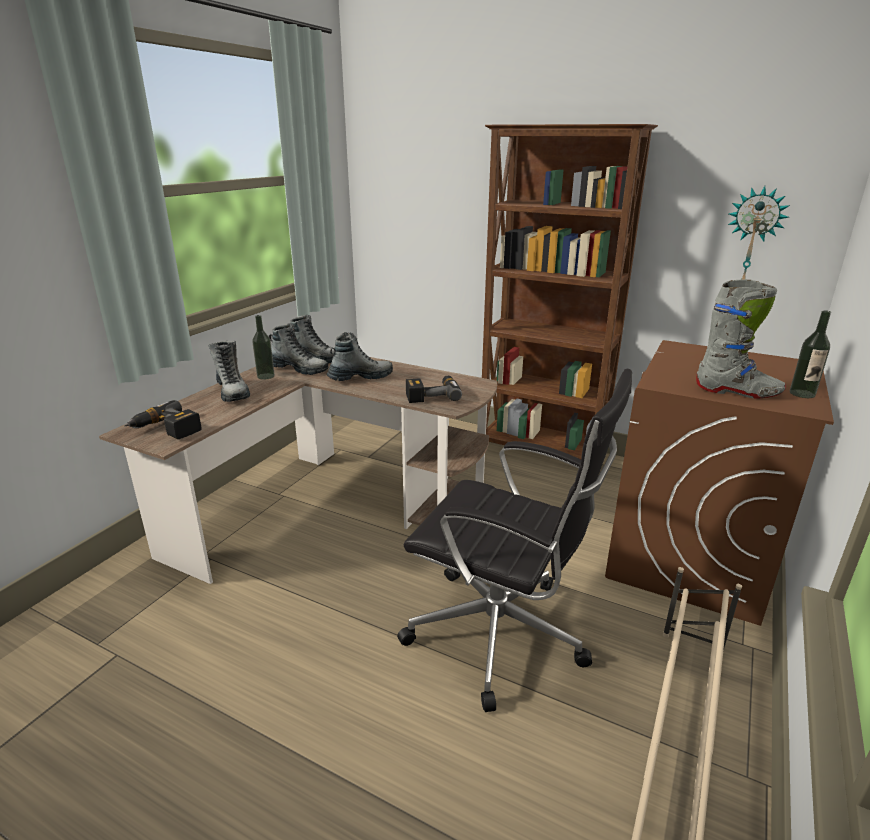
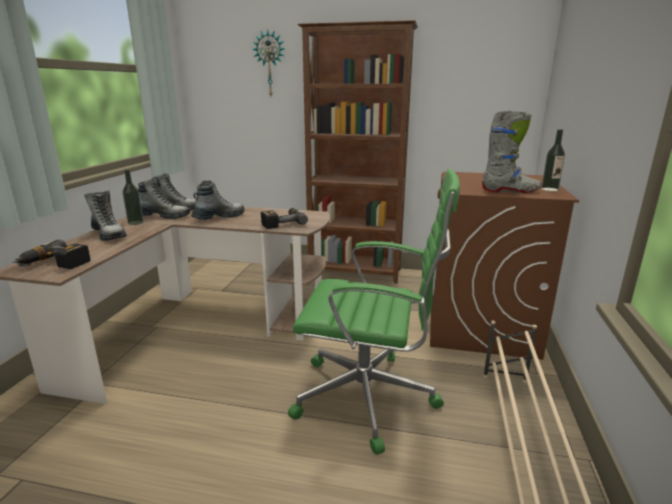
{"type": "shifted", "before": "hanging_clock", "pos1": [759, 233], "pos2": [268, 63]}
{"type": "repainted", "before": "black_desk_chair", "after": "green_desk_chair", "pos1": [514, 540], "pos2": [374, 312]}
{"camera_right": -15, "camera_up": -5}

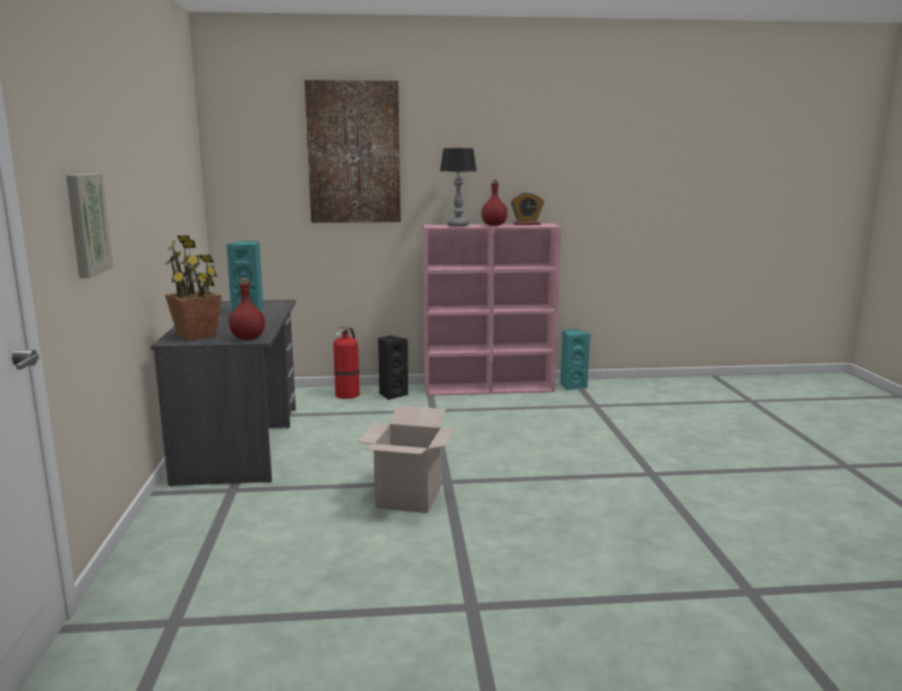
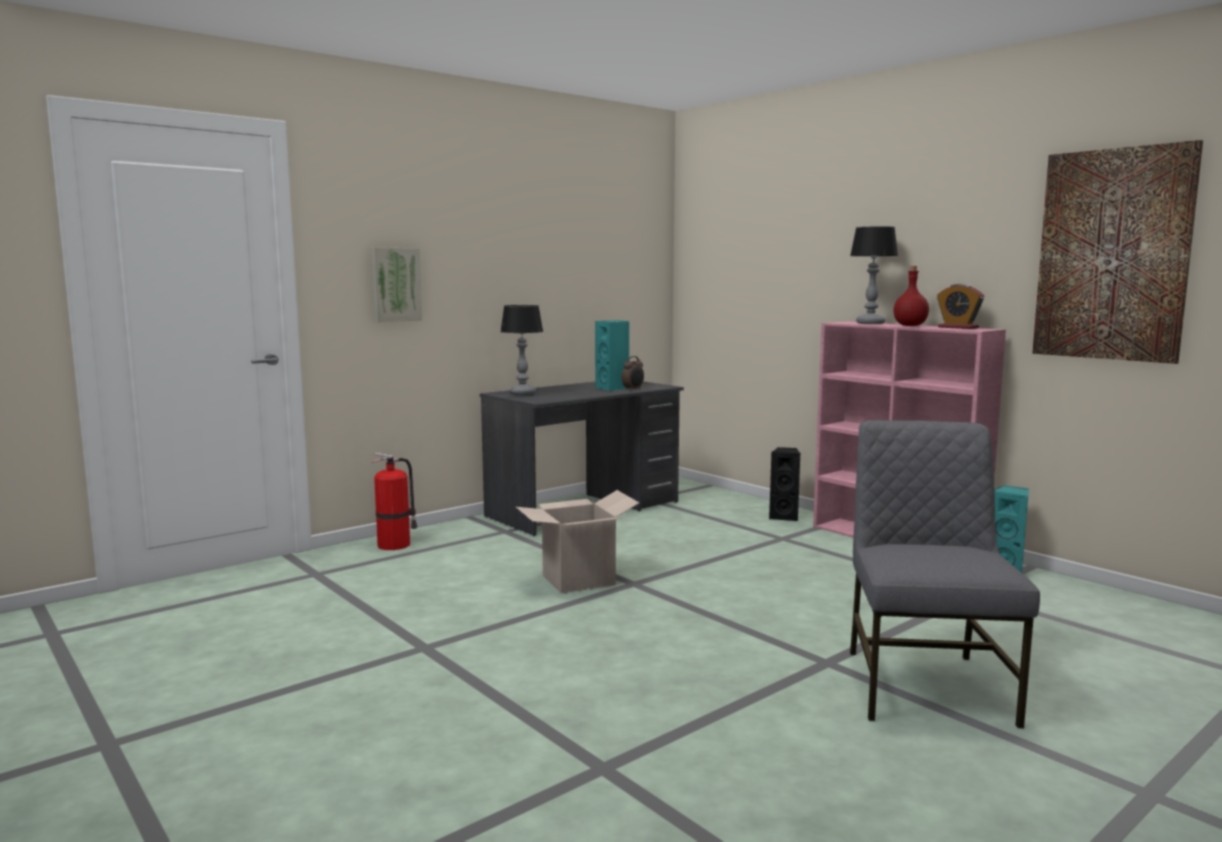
{"type": "gone", "before": "reddish_beverage_bottle", "pos1": [247, 309]}
{"type": "new", "after": "alarm_clock", "pos2": [633, 373]}
{"type": "new", "after": "greyish_upright_chair", "pos2": [945, 574]}
{"type": "shifted", "before": "wall_picture", "pos1": [352, 151], "pos2": [1117, 252]}
{"type": "shifted", "before": "fire-fighting_cylinder", "pos1": [346, 363], "pos2": [395, 501]}
{"type": "swapped", "before": "potted_plant", "after": "tabletop_lamp", "pos1": [193, 288], "pos2": [521, 350]}
{"camera_right": 55, "camera_up": -5}

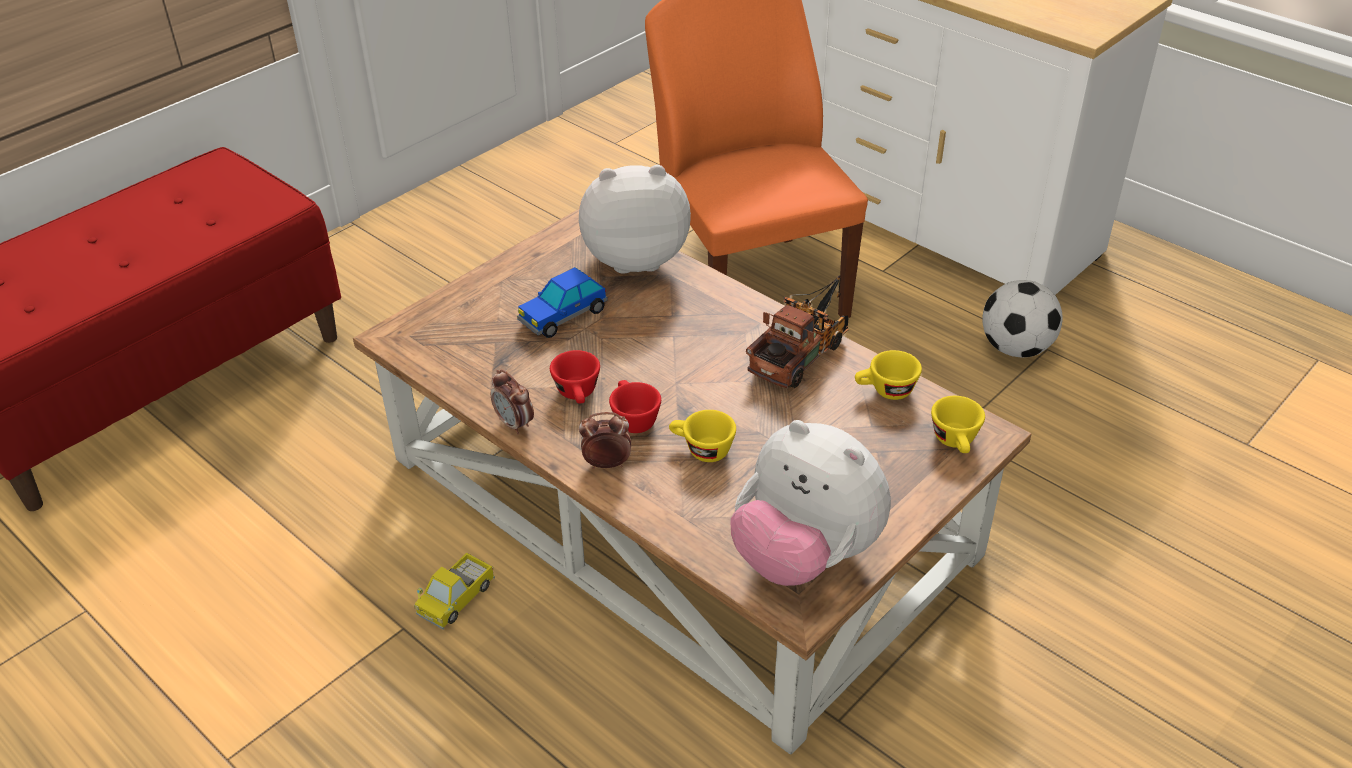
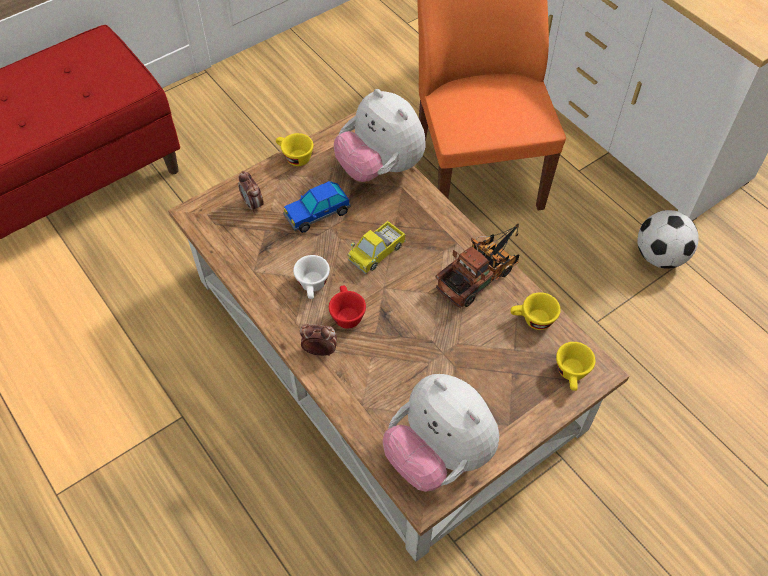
{"type": "shifted", "before": "model_truck", "pos1": [454, 591], "pos2": [377, 247]}
{"type": "shifted", "before": "alarm_clock", "pos1": [512, 402], "pos2": [251, 192]}
{"type": "shifted", "before": "yellowish_cup", "pos1": [702, 436], "pos2": [294, 149]}
{"type": "repainted", "before": "reddish_cup", "after": "white_cup", "pos1": [575, 376], "pos2": [311, 277]}
{"type": "rotated", "before": "cuddly_toy", "pos1": [635, 219], "pos2": [380, 135], "turn": -135}
{"camera_right": 10, "camera_up": 15}

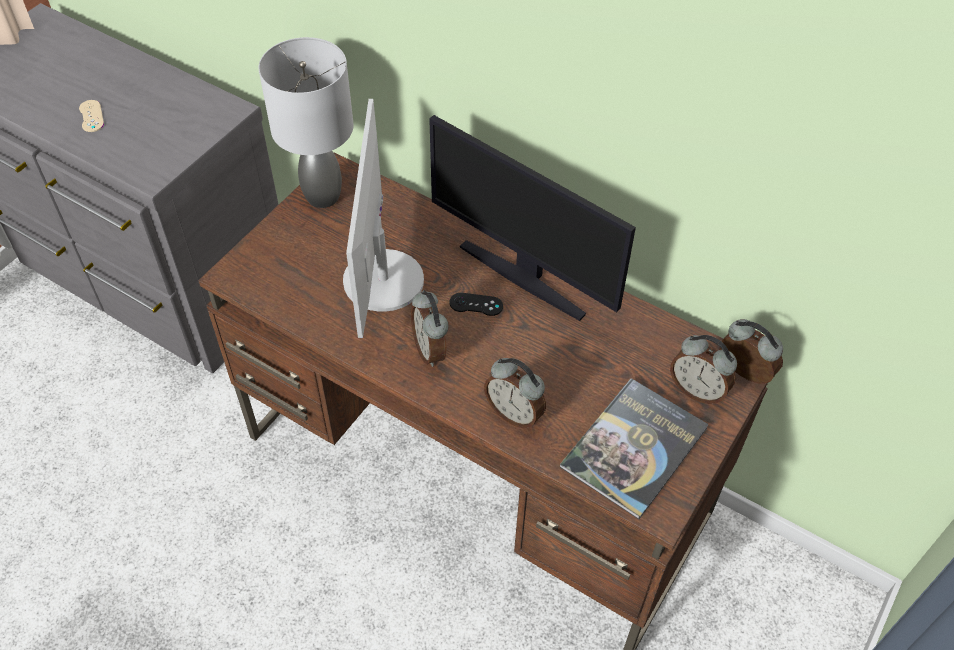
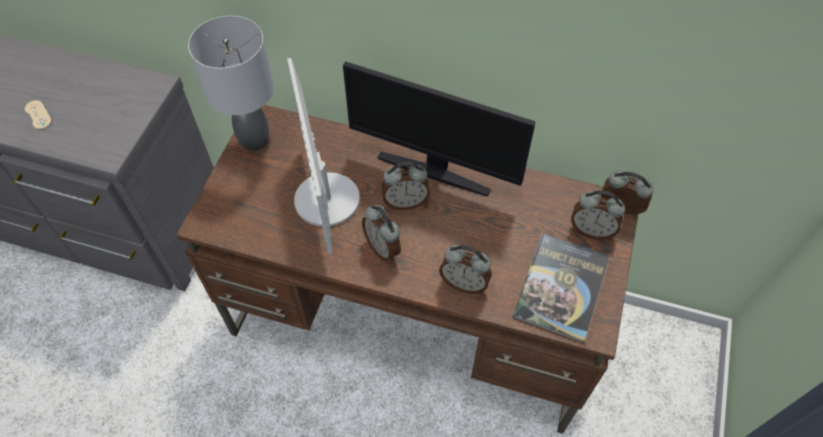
{"type": "swapped", "before": "black_gamepad", "after": "alarm_clock", "pos1": [476, 304], "pos2": [406, 186]}
{"camera_right": -15, "camera_up": 5}

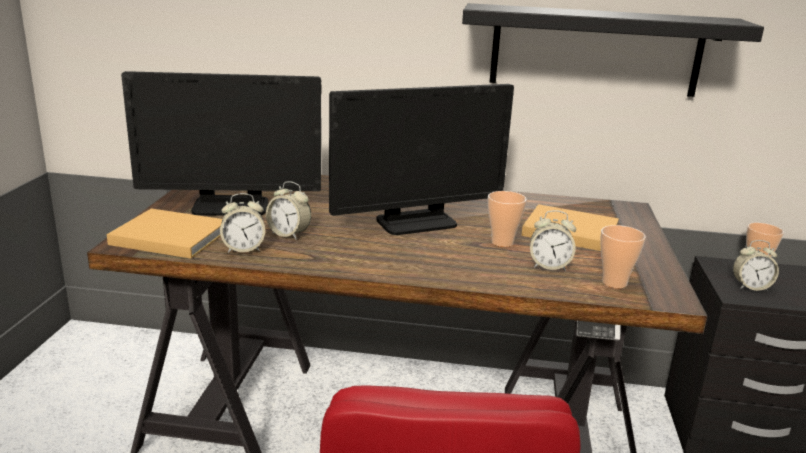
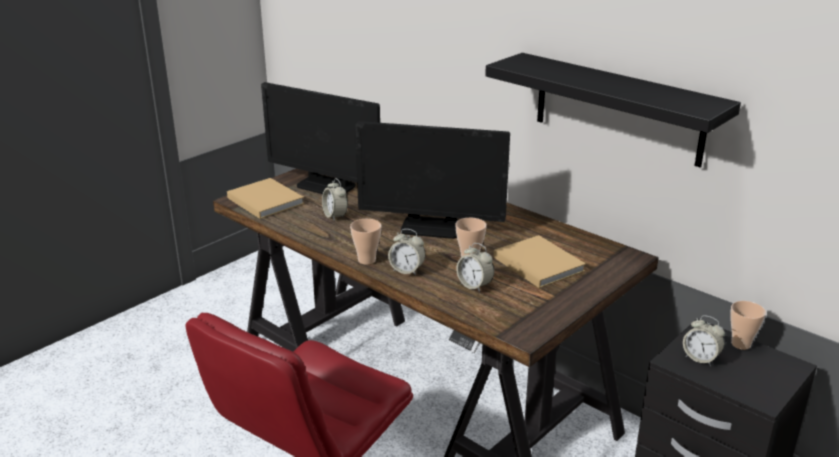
{"type": "shifted", "before": "alarm_clock", "pos1": [242, 223], "pos2": [406, 252]}
{"type": "shifted", "before": "cup", "pos1": [623, 256], "pos2": [365, 242]}
{"camera_right": 35, "camera_up": 5}

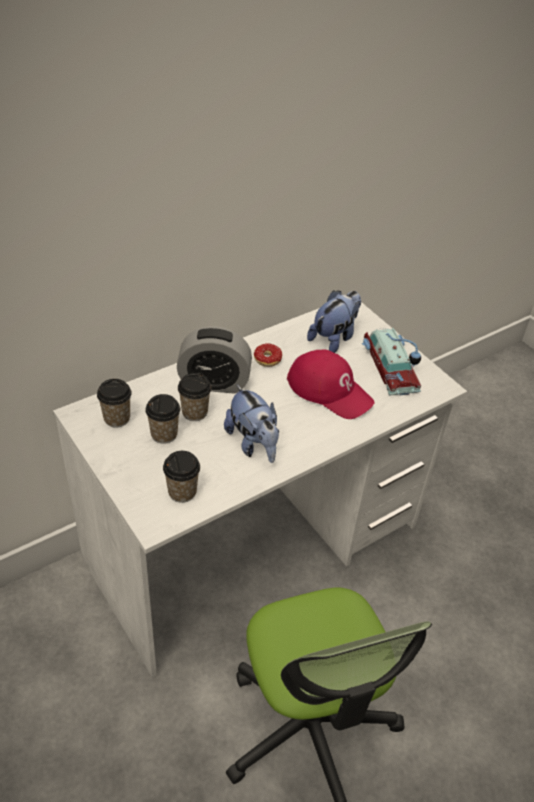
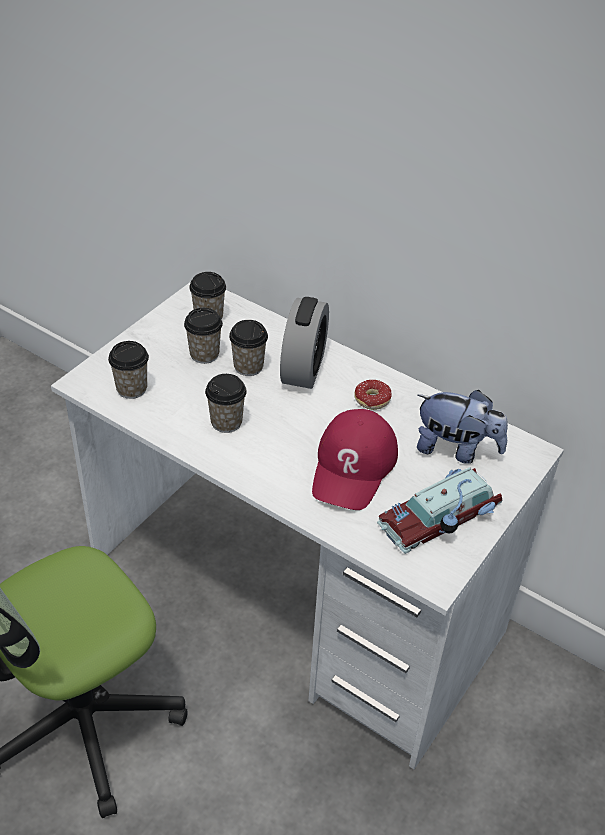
{"type": "swapped", "before": "cuddly_toy", "after": "cup", "pos1": [251, 424], "pos2": [226, 403]}
{"type": "rotated", "before": "alarm_clock", "pos1": [214, 360], "pos2": [304, 343], "turn": -150}
{"camera_right": 70, "camera_up": 0}

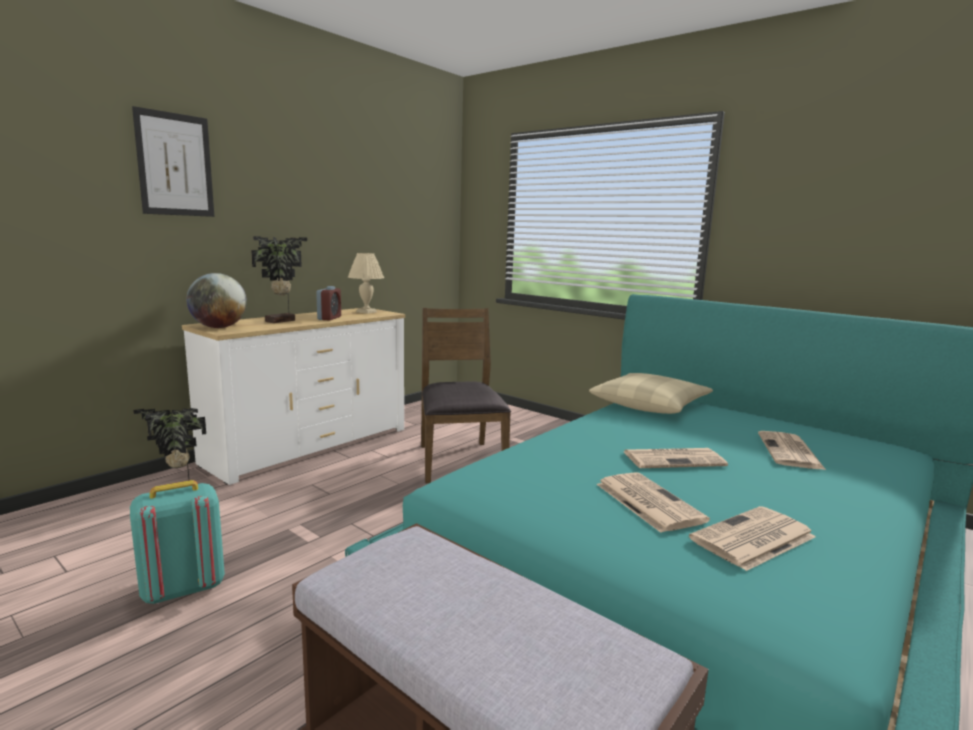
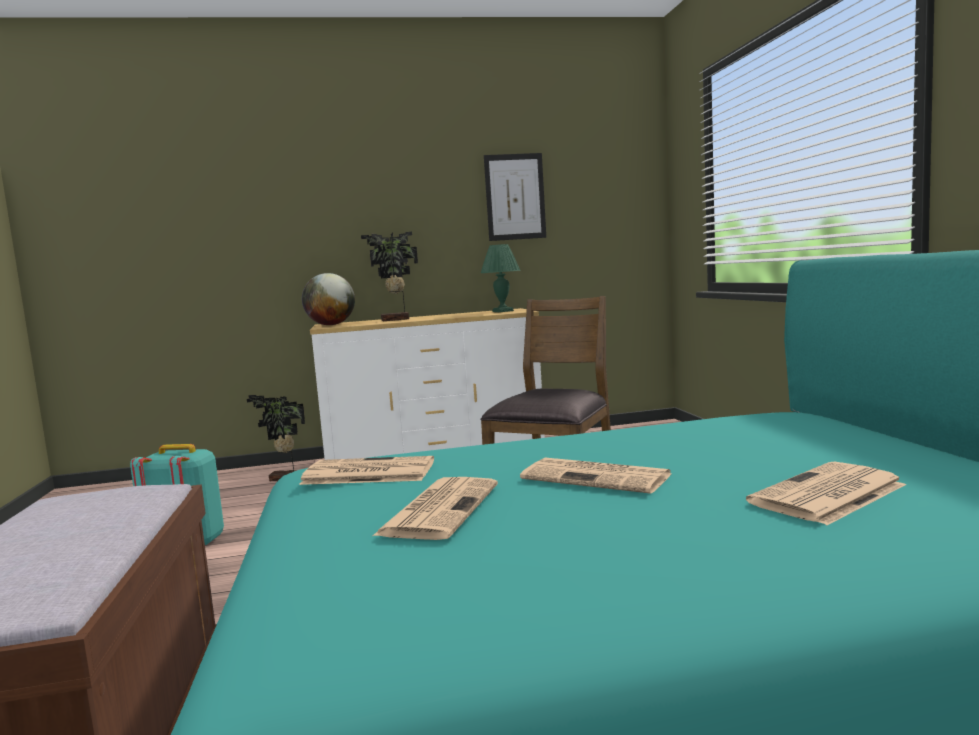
{"type": "gone", "before": "alarm_clock", "pos1": [328, 303]}
{"type": "gone", "before": "sand-coloured_pillow", "pos1": [651, 393]}
{"type": "shifted", "before": "wall_picture", "pos1": [173, 161], "pos2": [515, 197]}
{"type": "shifted", "before": "daily_paper", "pos1": [752, 538], "pos2": [366, 470]}
{"type": "repainted", "before": "sand-coloured_tabletop_lamp", "after": "green_tabletop_lamp", "pos1": [366, 283], "pos2": [501, 278]}
{"camera_right": 40, "camera_up": -5}

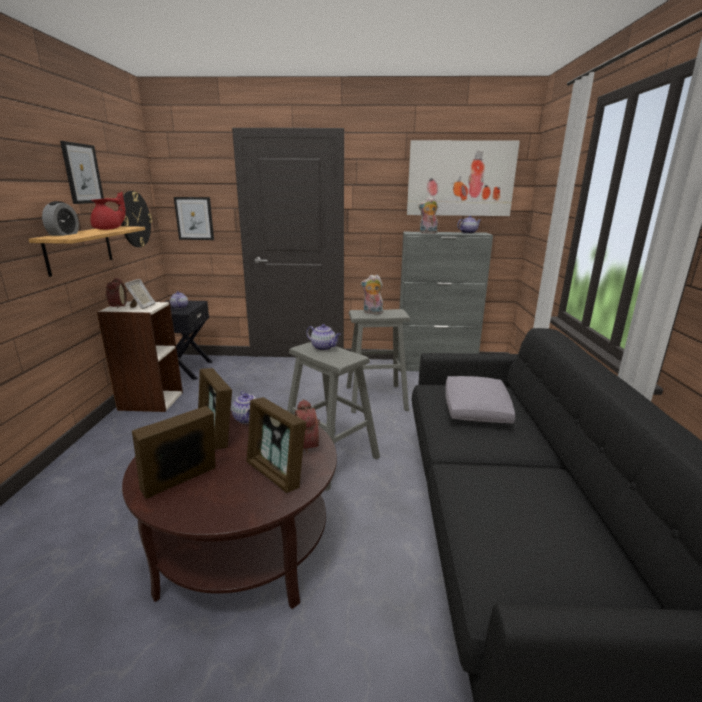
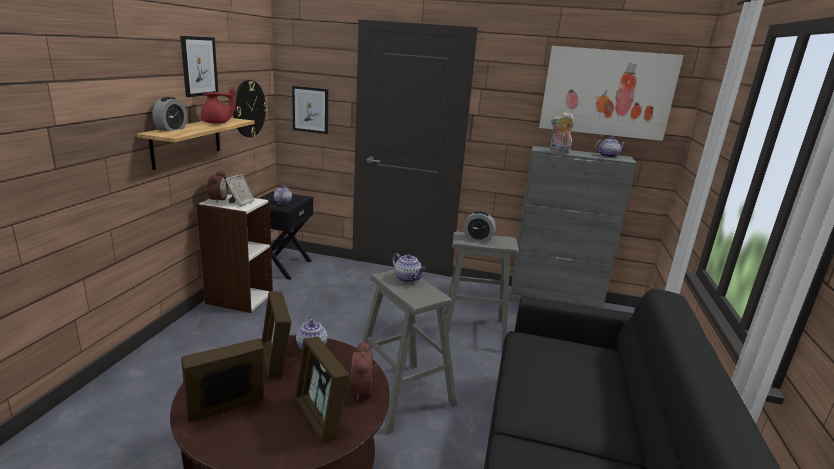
{"type": "gone", "before": "greyish_pillow", "pos1": [480, 399]}
{"type": "swapped", "before": "cuddly_toy", "after": "alarm_clock", "pos1": [372, 294], "pos2": [480, 226]}
{"camera_right": 10, "camera_up": 0}

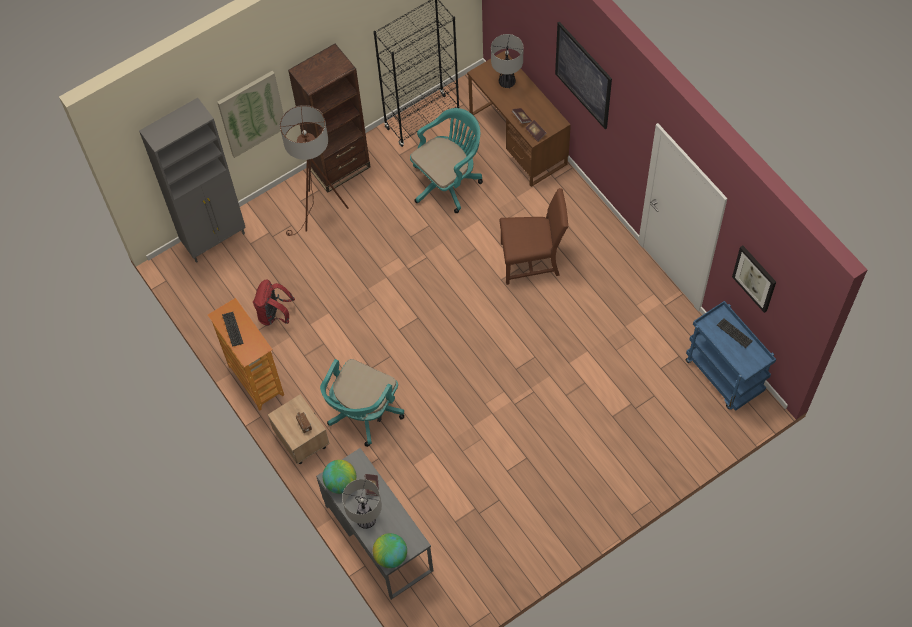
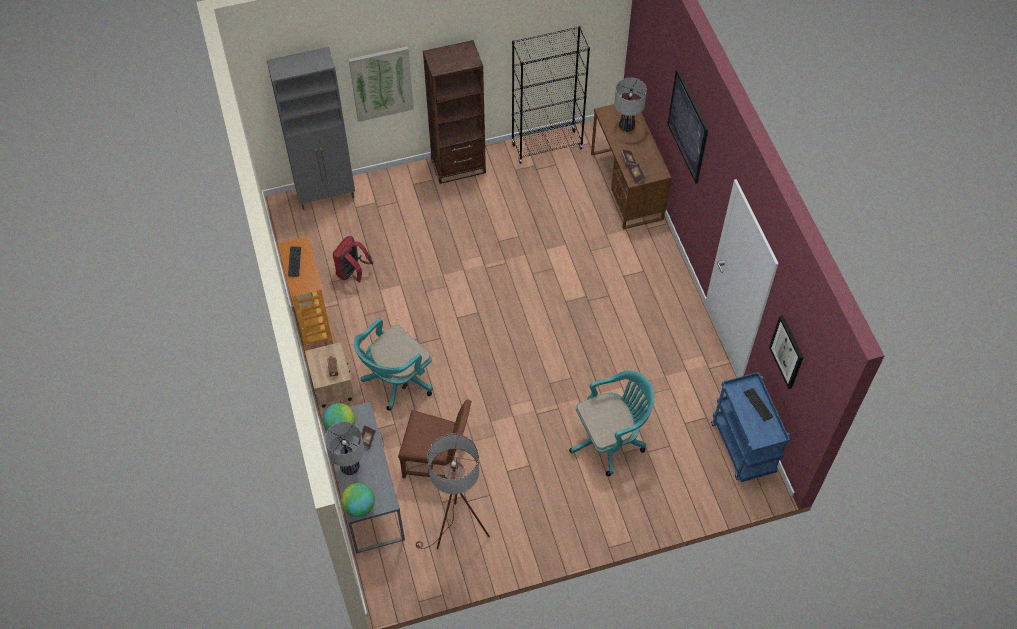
{"type": "shifted", "before": "brownish_standing_lamp", "pos1": [314, 170], "pos2": [453, 491]}
{"type": "shifted", "before": "blue-green_desk_chair", "pos1": [446, 160], "pos2": [612, 423]}
{"type": "shifted", "before": "brownish_upright_chair", "pos1": [534, 236], "pos2": [434, 439]}
{"camera_right": 15, "camera_up": -5}

